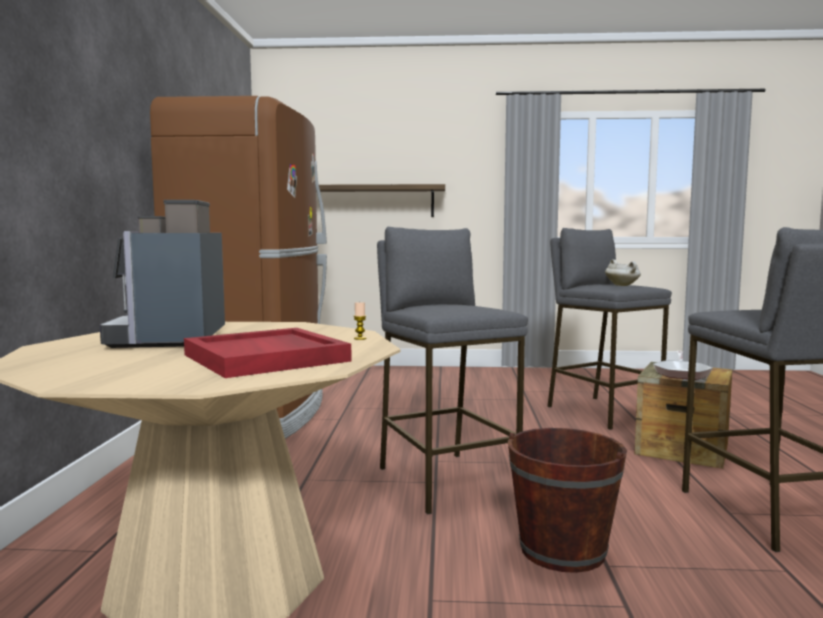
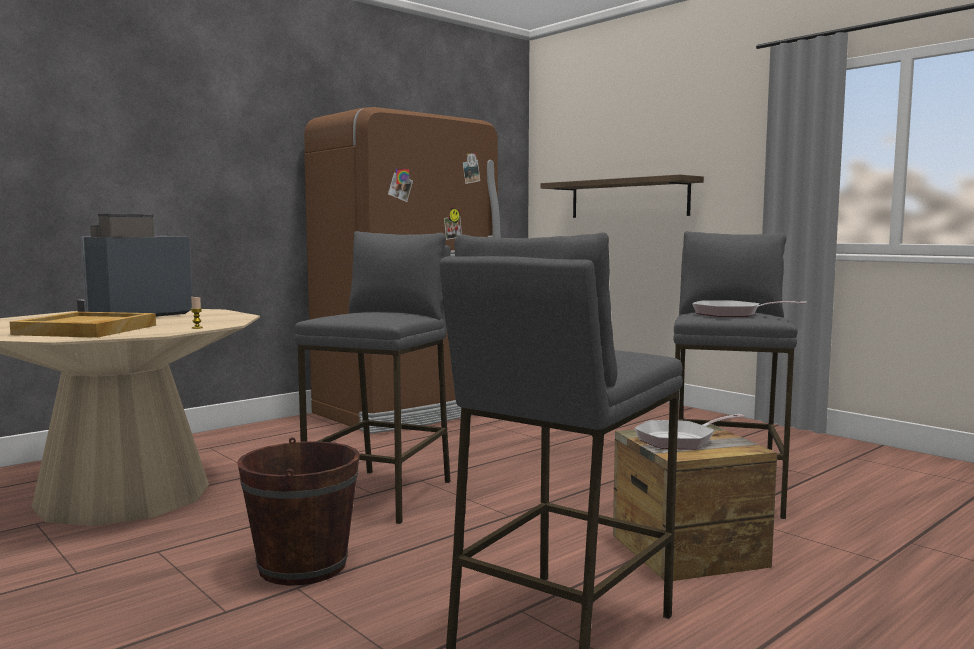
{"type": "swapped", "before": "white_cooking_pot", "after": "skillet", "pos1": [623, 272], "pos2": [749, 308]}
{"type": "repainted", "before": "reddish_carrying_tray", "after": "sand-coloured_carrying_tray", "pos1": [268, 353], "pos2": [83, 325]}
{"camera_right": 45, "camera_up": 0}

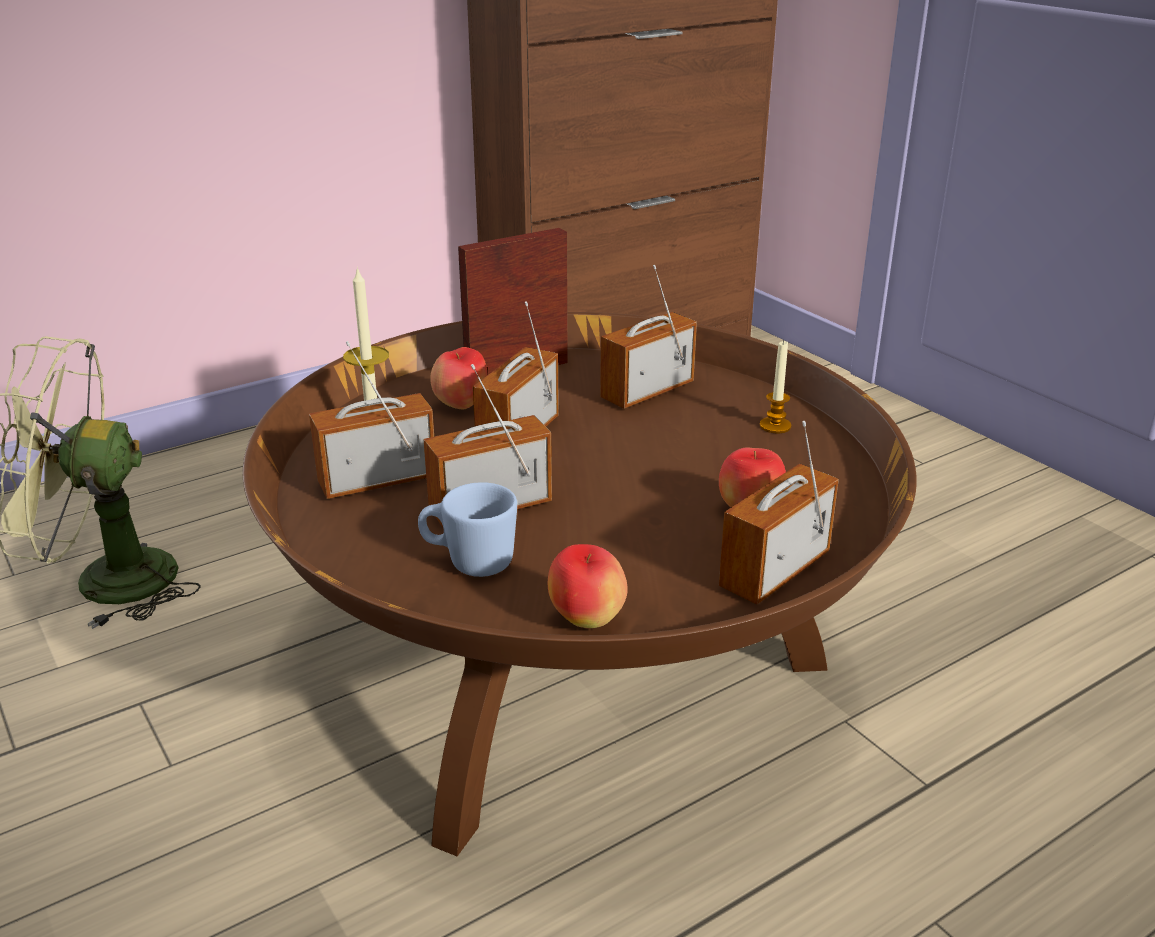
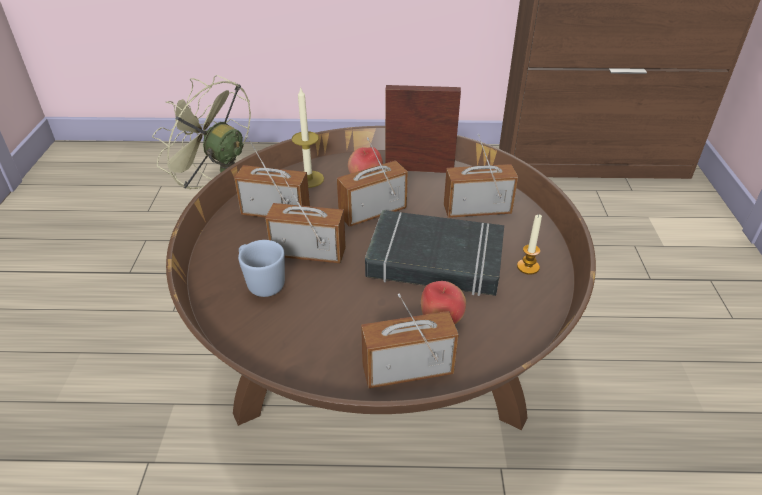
{"type": "gone", "before": "apple", "pos1": [588, 586]}
{"type": "new", "after": "black_bound_book", "pos2": [434, 253]}
{"camera_right": 35, "camera_up": 10}

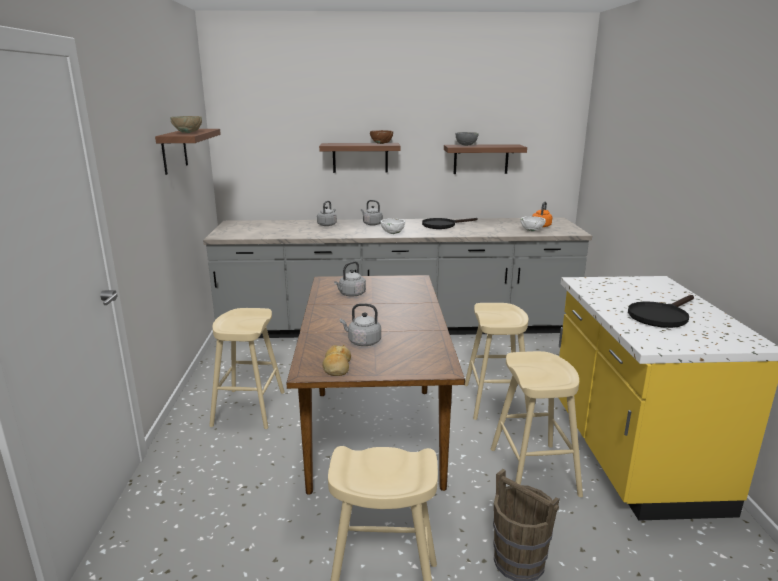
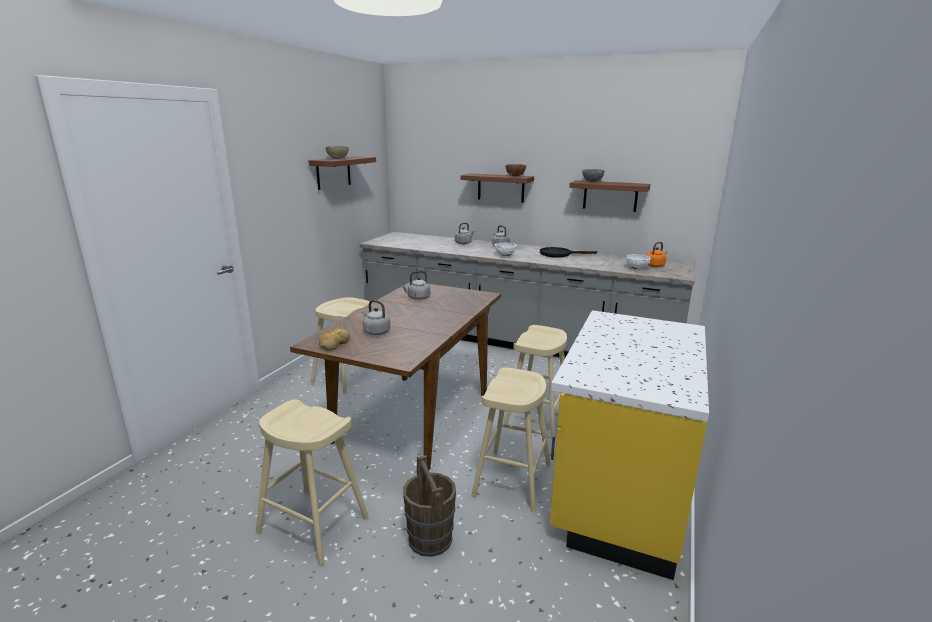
{"type": "gone", "before": "black_skillet", "pos1": [661, 311]}
{"camera_right": 25, "camera_up": 0}

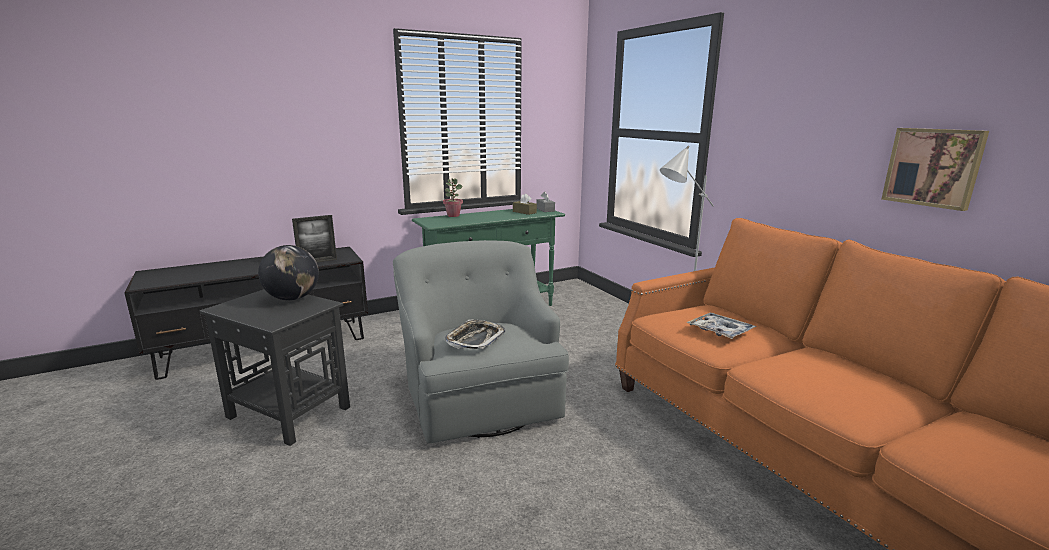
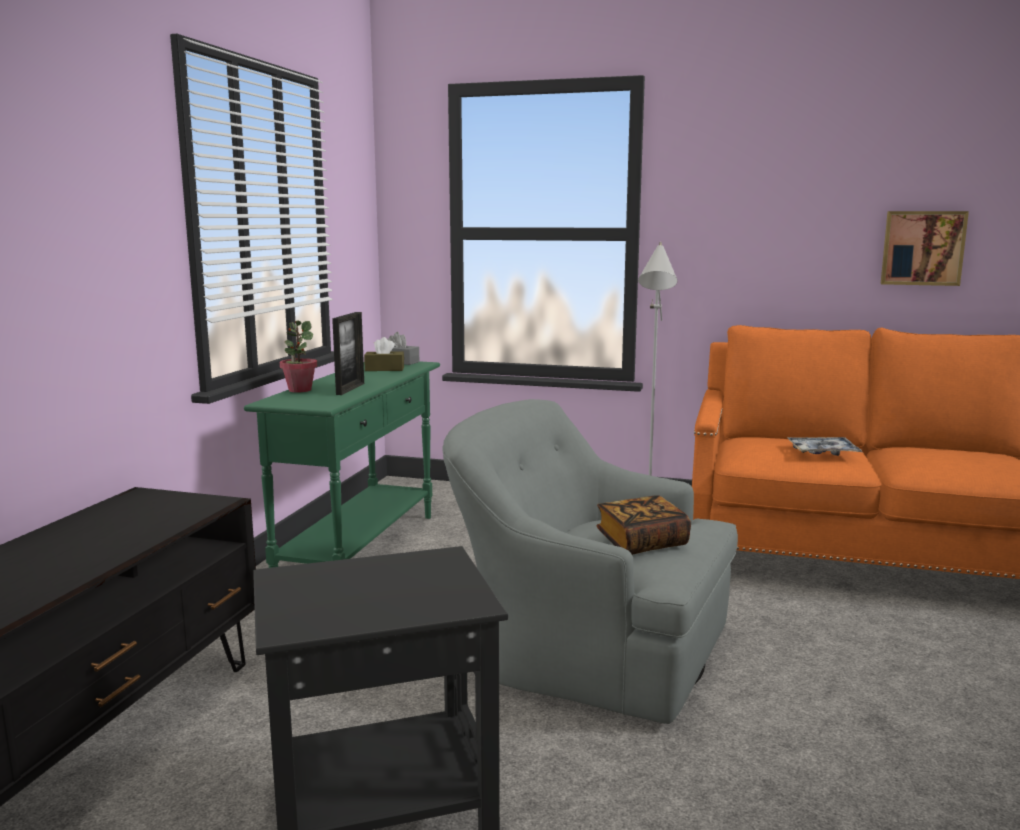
{"type": "gone", "before": "world_globe", "pos1": [288, 272]}
{"type": "shifted", "before": "standing_frame", "pos1": [314, 238], "pos2": [348, 353]}
{"type": "swapped", "before": "carrying_tray", "after": "bound_book", "pos1": [475, 334], "pos2": [643, 525]}
{"camera_right": -45, "camera_up": -5}

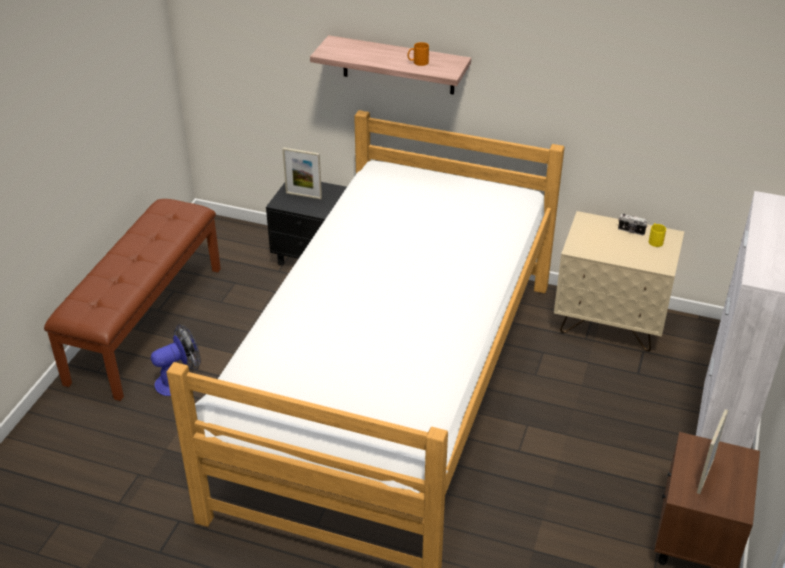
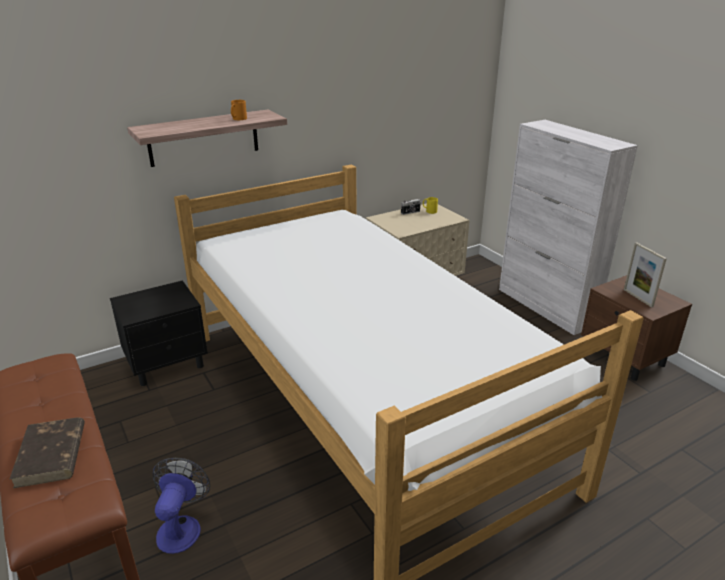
{"type": "gone", "before": "standing_frame", "pos1": [302, 173]}
{"type": "new", "after": "brownish_bound_book", "pos2": [47, 452]}
{"camera_right": -50, "camera_up": -10}

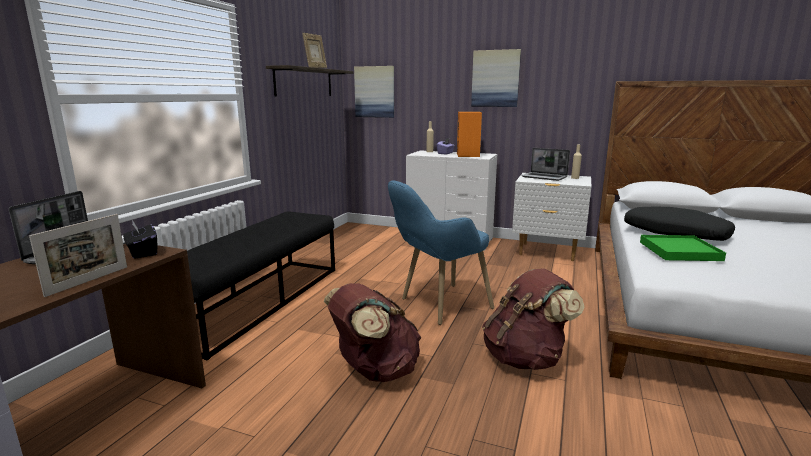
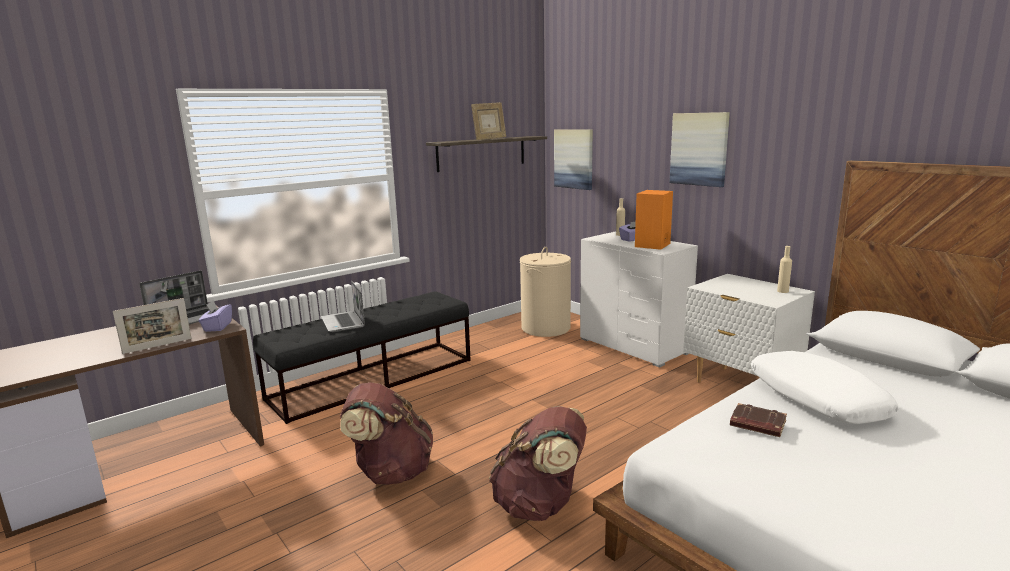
{"type": "gone", "before": "bluish_armchair", "pos1": [441, 253]}
{"type": "new", "after": "sand-coloured_laundry_basket", "pos2": [545, 292]}
{"type": "shifted", "before": "laptop", "pos1": [545, 164], "pos2": [343, 306]}
{"type": "swapped", "before": "green_carrying_tray", "after": "brownish_bound_book", "pos1": [683, 248], "pos2": [758, 420]}
{"type": "repainted", "before": "black_tissue_holder", "after": "purplish_tissue_holder", "pos1": [140, 239], "pos2": [215, 316]}
{"type": "repainted", "before": "black_pillow", "after": "white_pillow", "pos1": [679, 224], "pos2": [824, 387]}
{"camera_right": 30, "camera_up": 0}

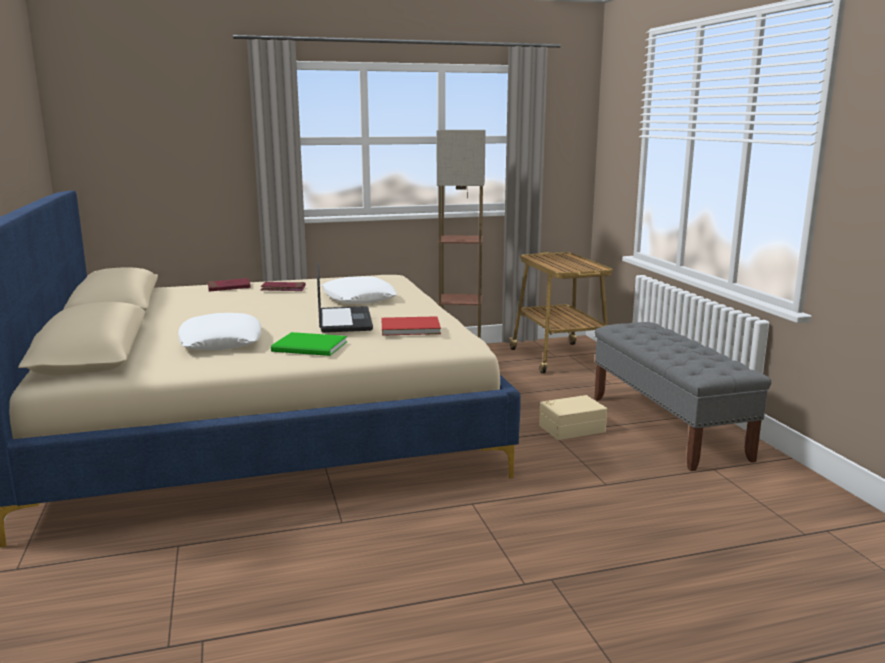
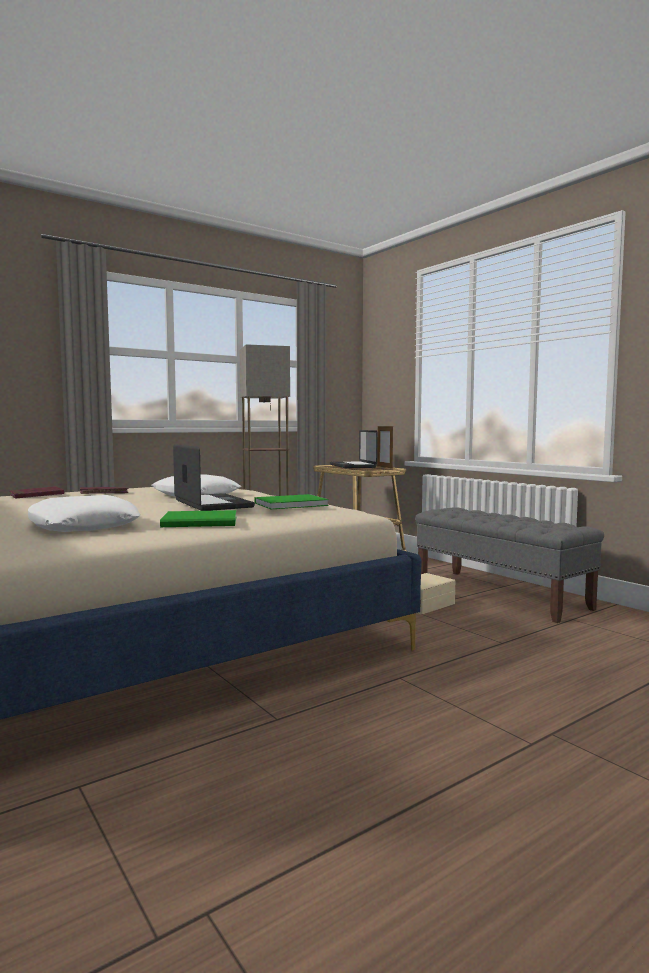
{"type": "new", "after": "laptop", "pos2": [354, 449]}
{"type": "new", "after": "standing_frame", "pos2": [385, 446]}
{"type": "repainted", "before": "reddish_bound_book", "after": "green_bound_book", "pos1": [411, 326], "pos2": [291, 501]}
{"camera_right": -20, "camera_up": -10}

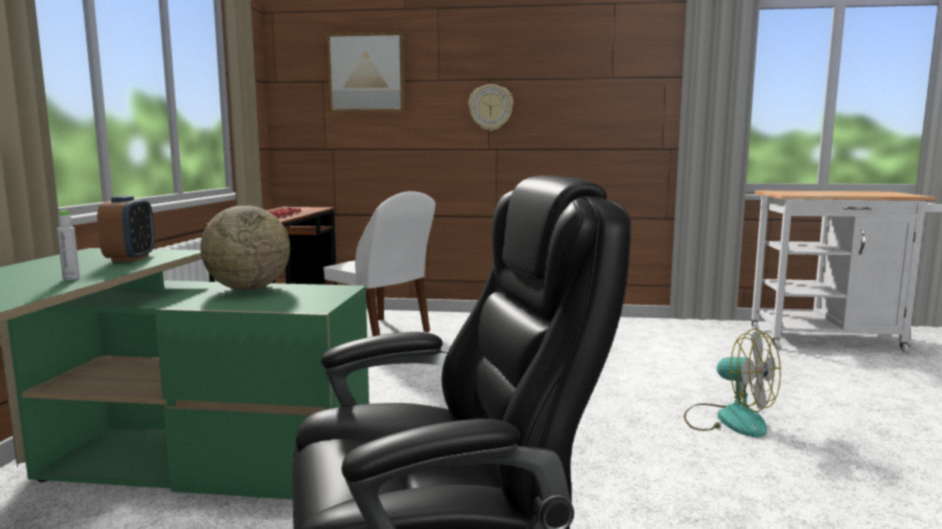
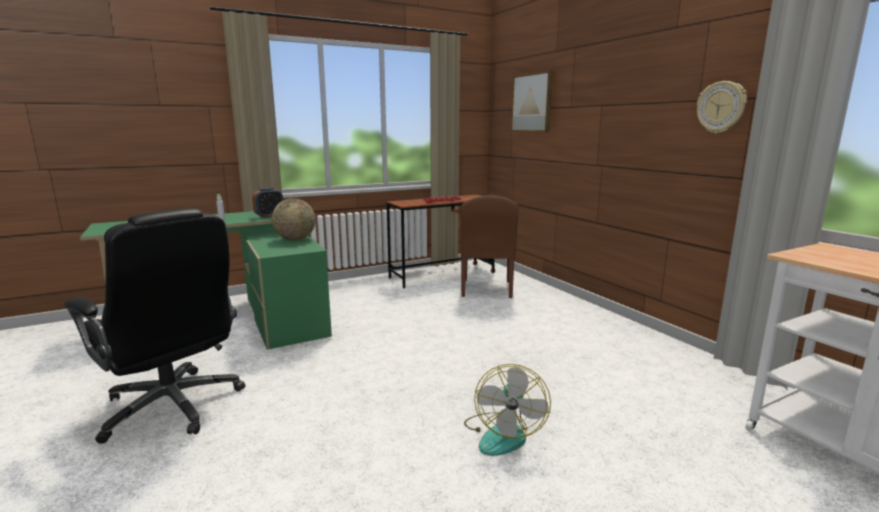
{"type": "shifted", "before": "hanging_clock", "pos1": [490, 107], "pos2": [722, 107]}
{"type": "repainted", "before": "white_upright_chair", "after": "brownish_upright_chair", "pos1": [379, 263], "pos2": [490, 246]}
{"camera_right": 55, "camera_up": 5}

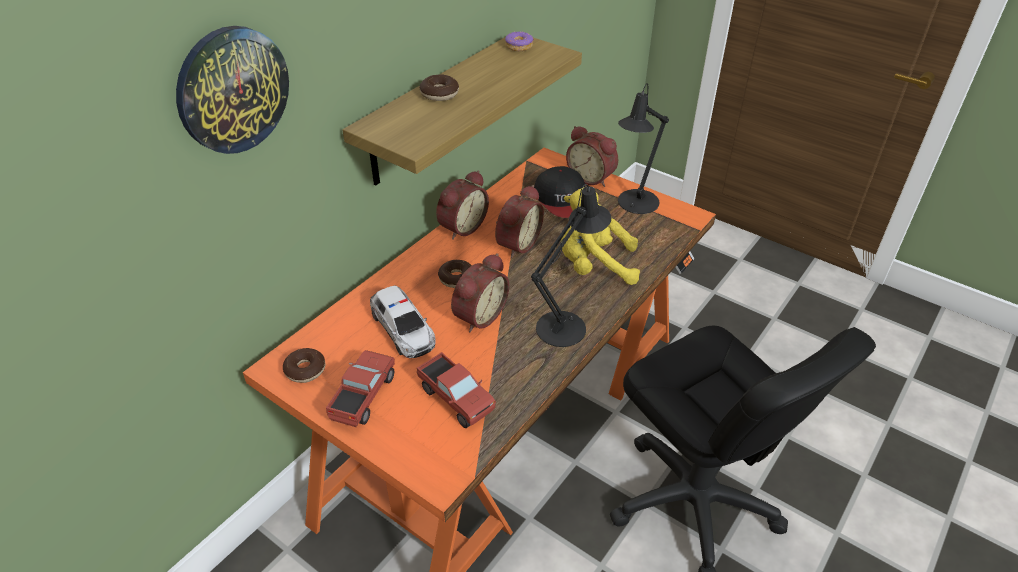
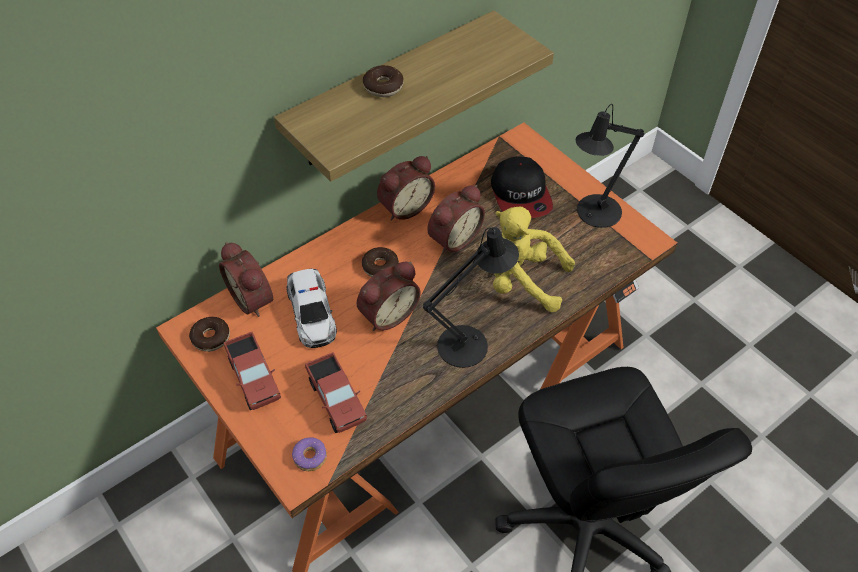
{"type": "gone", "before": "hanging_clock", "pos1": [232, 90]}
{"type": "shifted", "before": "donut", "pos1": [519, 41], "pos2": [309, 454]}
{"type": "shifted", "before": "alarm_clock", "pos1": [592, 156], "pos2": [246, 279]}
{"type": "rotated", "before": "model_truck", "pos1": [360, 388], "pos2": [252, 371], "turn": 120}
{"camera_right": 15, "camera_up": 10}

